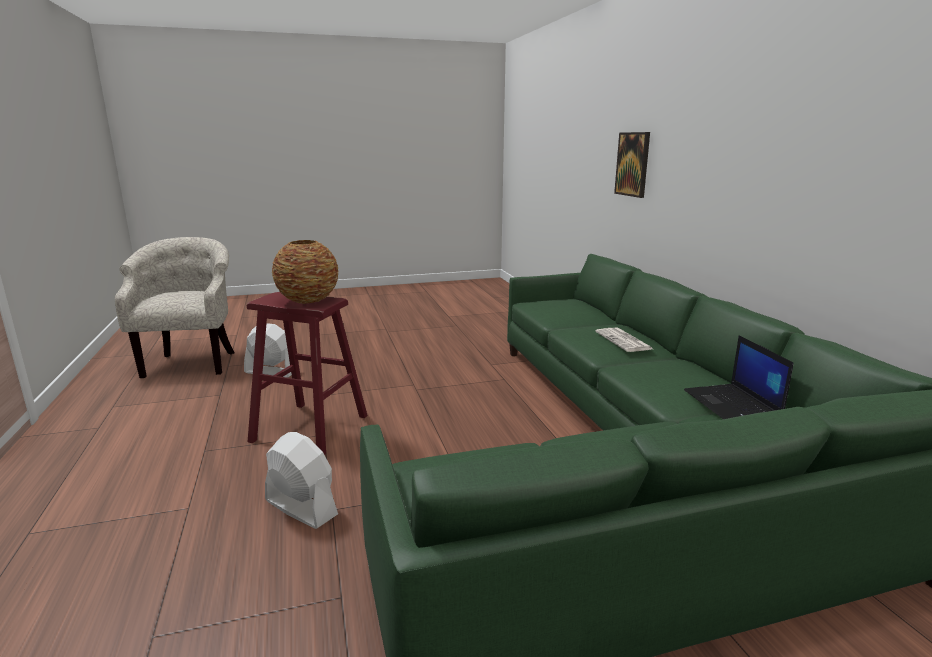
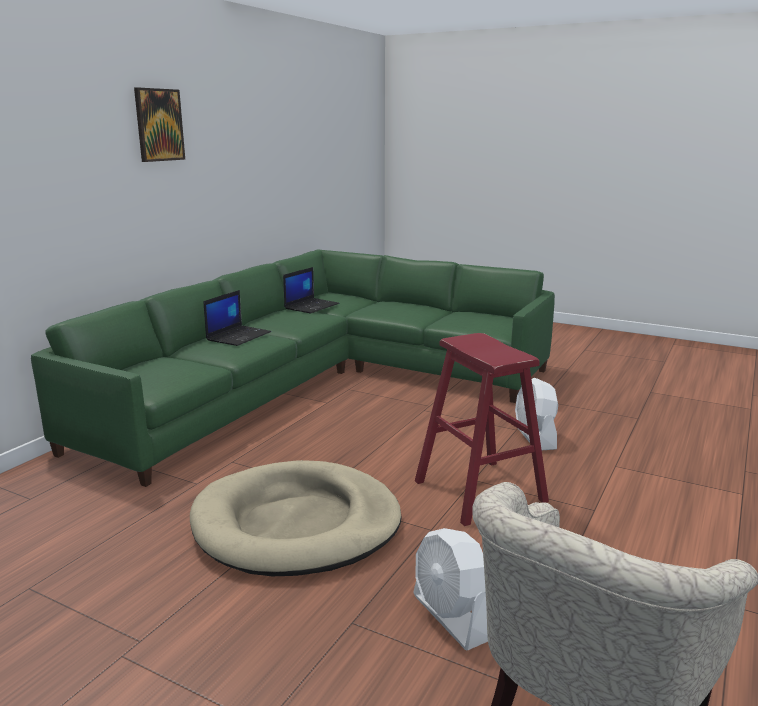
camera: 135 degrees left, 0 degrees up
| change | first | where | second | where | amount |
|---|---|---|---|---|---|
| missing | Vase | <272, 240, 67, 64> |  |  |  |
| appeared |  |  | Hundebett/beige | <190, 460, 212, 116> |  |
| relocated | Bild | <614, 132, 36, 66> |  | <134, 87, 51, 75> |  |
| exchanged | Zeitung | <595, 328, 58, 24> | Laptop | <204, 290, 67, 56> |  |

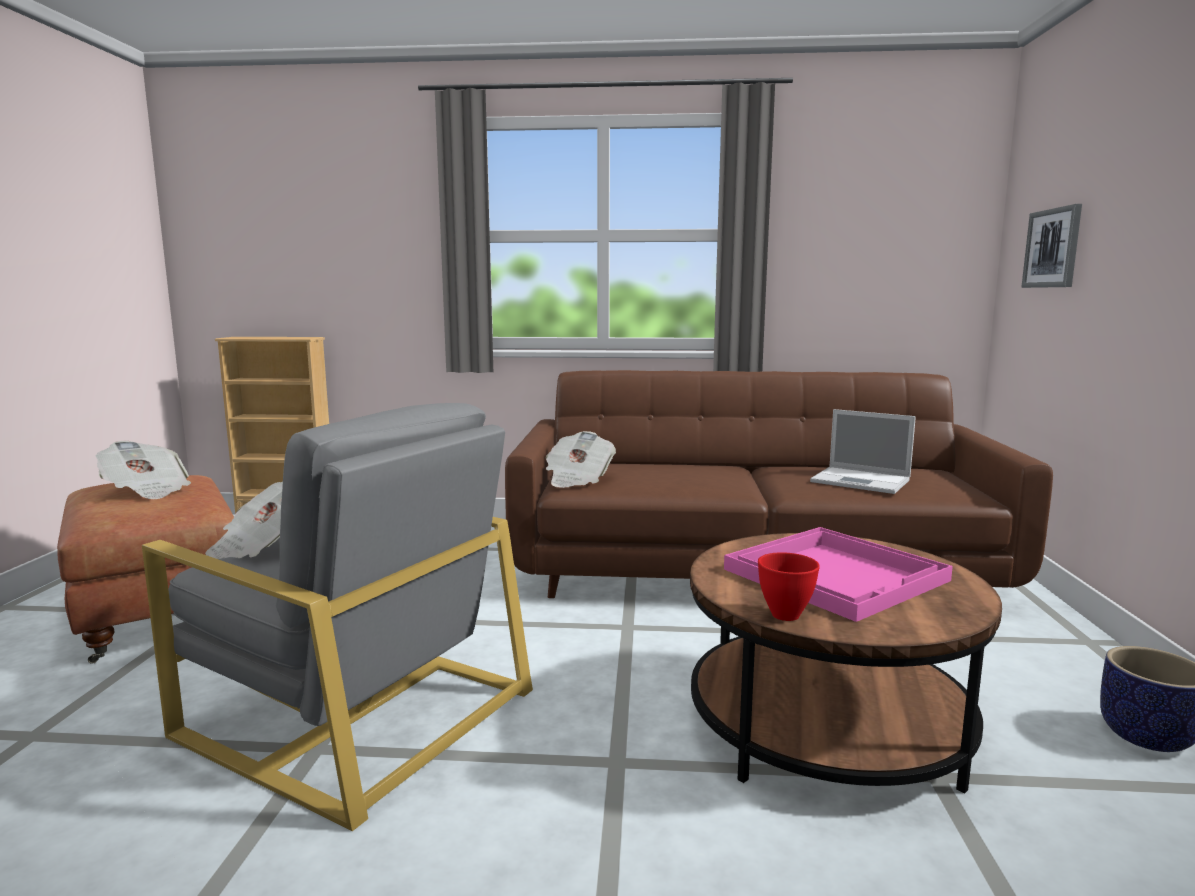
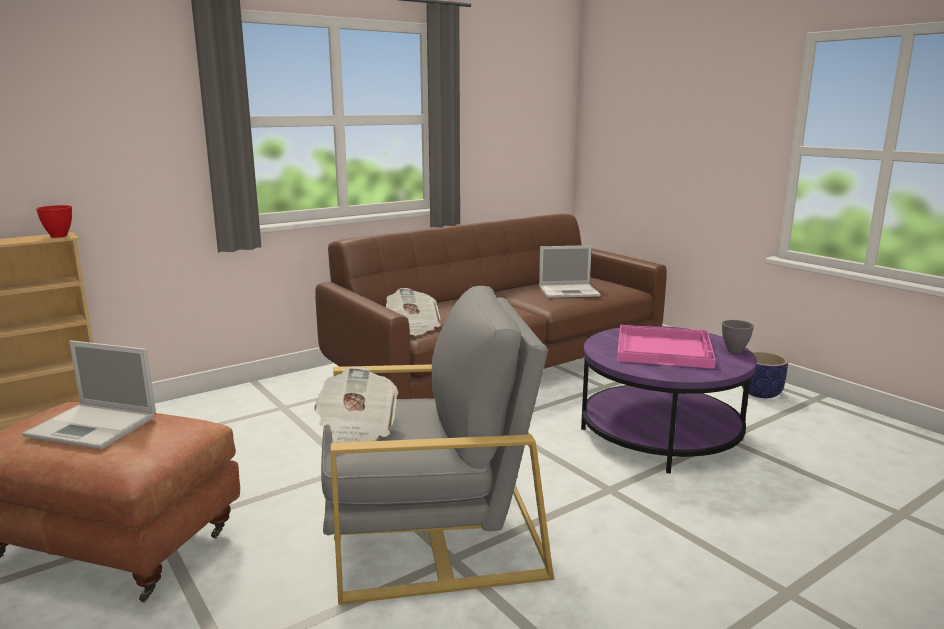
camera: 40 degrees left, 5 degrees up
| change | first | where | second | where | amount |
|---|---|---|---|---|---|
| missing | Bild | <1021, 204, 61, 84> |  |  |  |
| appeared |  |  | Schüssel/grau | <722, 320, 32, 33> |  |
| relocated | Schüssel/rot | <758, 552, 62, 69> |  | <36, 205, 36, 33> |  |
| exchanged | Zeitung | <96, 441, 95, 58> | Laptop | <22, 340, 134, 109> |  |
| colour | Couchtisch/braun | <690, 533, 312, 260> | Couchtisch/lila | <581, 326, 176, 147> |  |

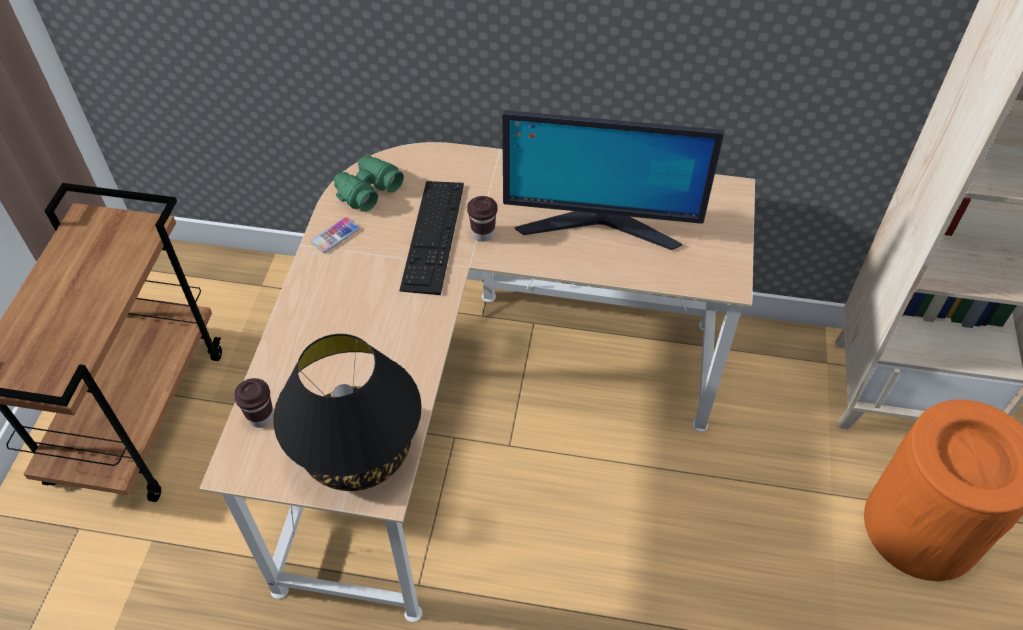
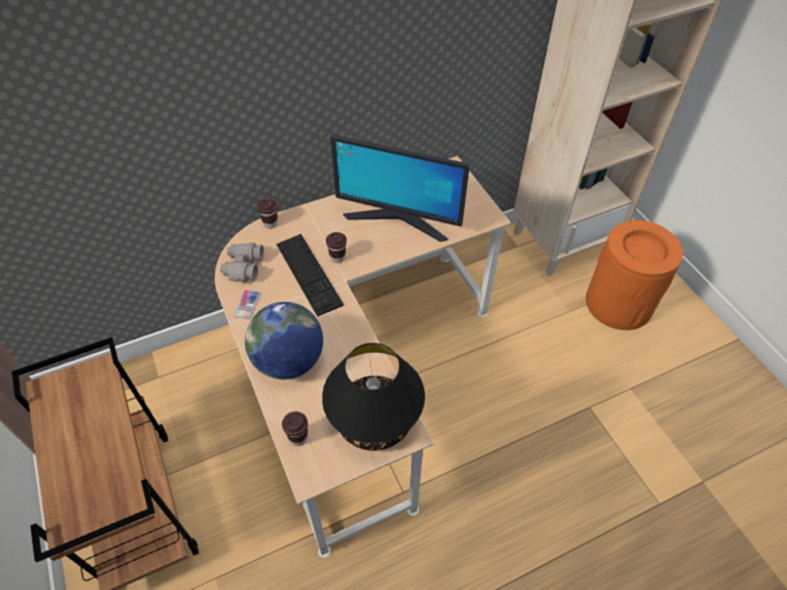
camera: 35 degrees left, 0 degrees up
| change | first | where | second | where | amount |
|---|---|---|---|---|---|
| appeared |  |  | Globus | <245, 302, 78, 77> |  |
| appeared |  |  | Tasse/braun | <257, 198, 21, 31> |  |
| colour | Fernglas/grün | <334, 155, 70, 57> | Fernglas/grau | <220, 243, 44, 40> |  |
| spun | Monitor | <502, 110, 222, 140> |  | <330, 134, 140, 108> | 45 degrees clockwise |

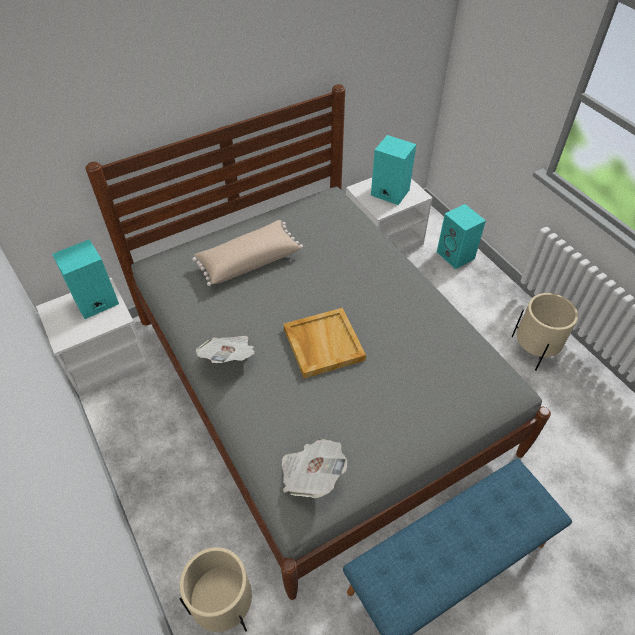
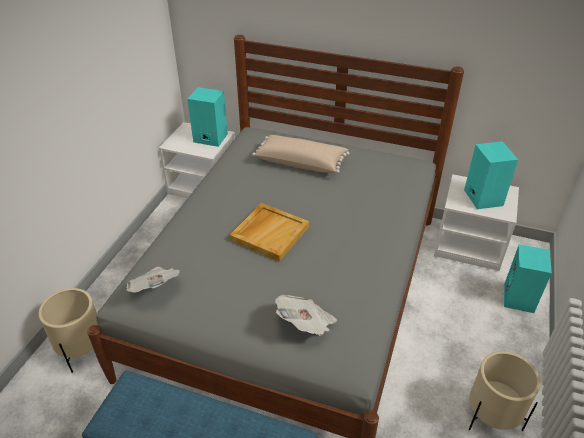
camera: 50 degrees right, 10 degrees down
| change | first | where | second | where | amount |
|---|---|---|---|---|---|
| relocated | Zeitung | <196, 336, 59, 27> |  | <275, 295, 62, 40> |  |

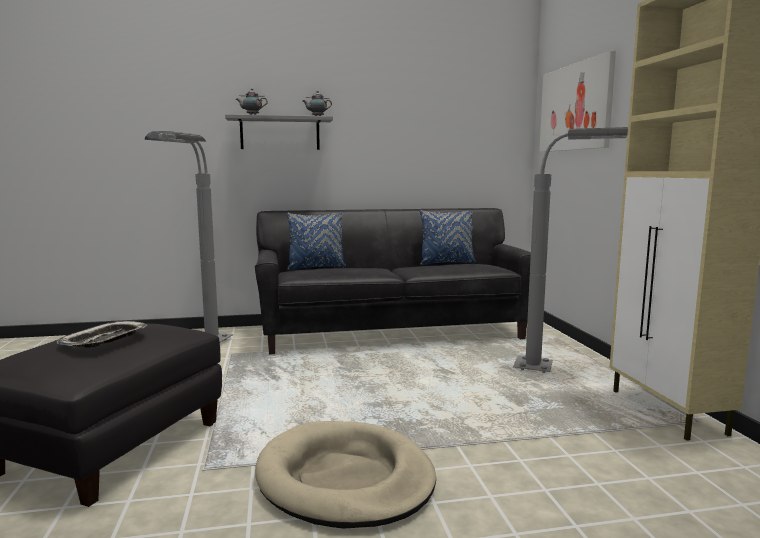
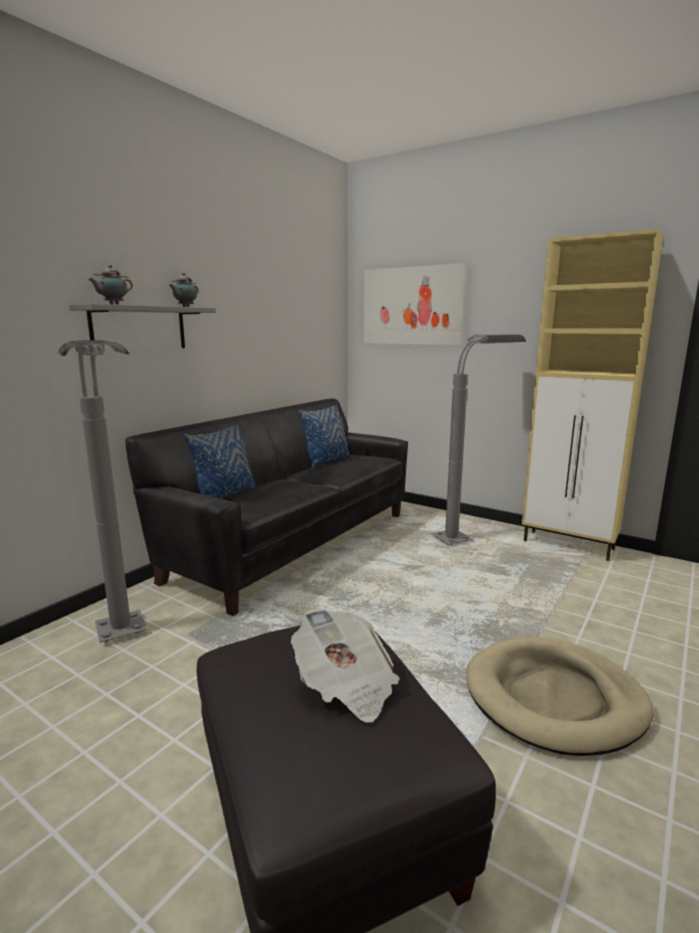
camera: 45 degrees left, 5 degrees up
| change | first | where | second | where | amount |
|---|---|---|---|---|---|
| exchanged | Tablett | <57, 321, 90, 27> | Zeitung | <291, 608, 109, 114> |  |

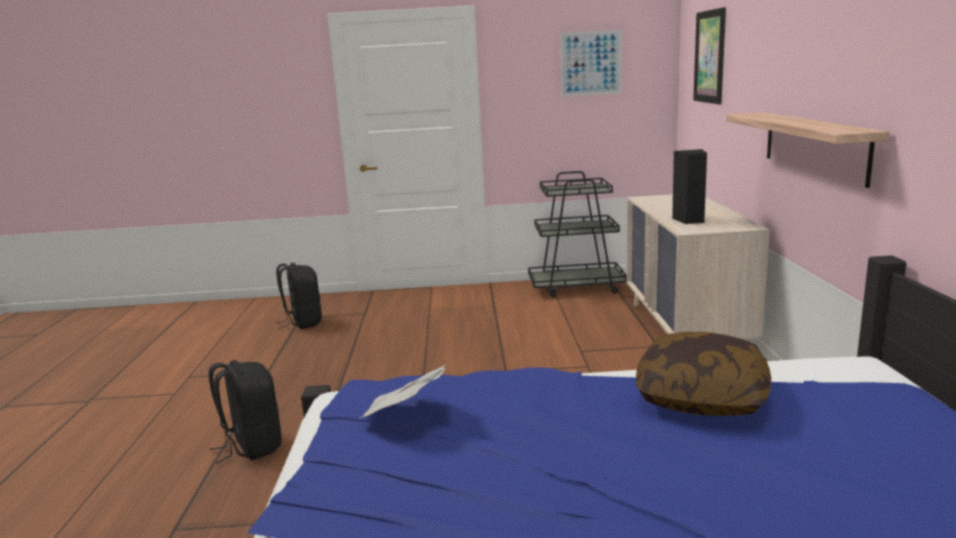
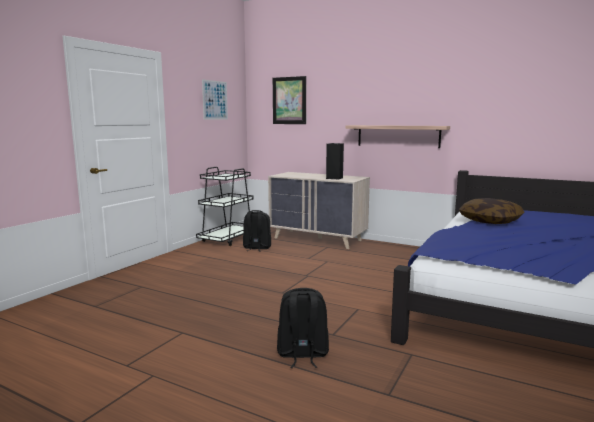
camera: 60 degrees left, 5 degrees down
| change | first | where | second | where | amount |
|---|---|---|---|---|---|
| missing | Zeitung | <359, 364, 88, 55> |  |  |  |
| relocated | Rucksack/schwarz | <276, 263, 46, 66> |  | <243, 210, 28, 42> |  |

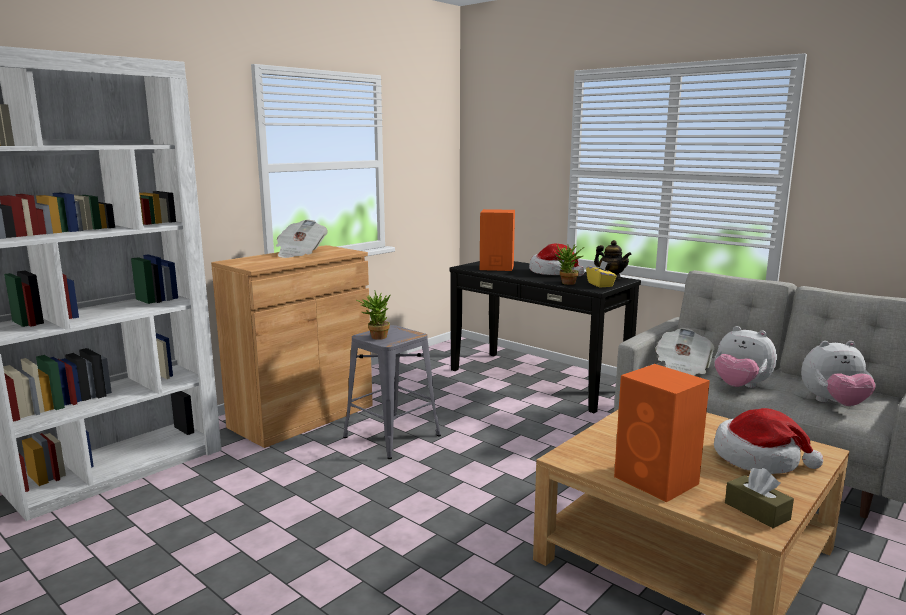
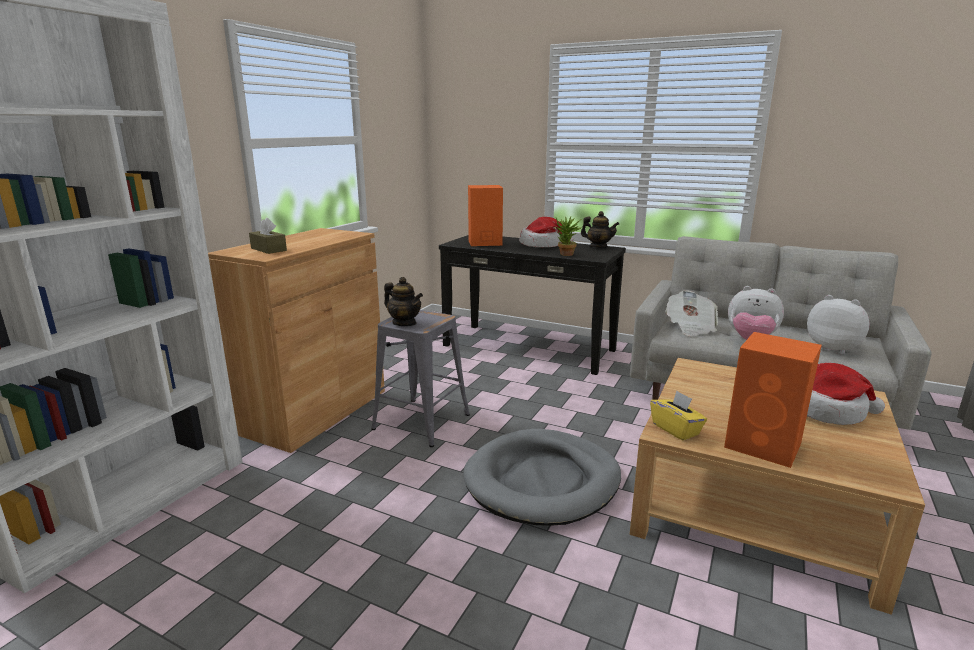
camera: 15 degrees left, 5 degrees up
| change | first | where | second | where | amount |
|---|---|---|---|---|---|
| missing | Zeitung | <276, 220, 52, 38> |  |  |  |
| appeared |  |  | Hundebett/grau | <463, 429, 158, 97> |  |
| relocated | Taschentuchbox/gelb | <586, 260, 31, 27> |  | <650, 391, 57, 49> |  |
| relocated | Taschentuchbox/braun | <725, 468, 69, 60> |  | <249, 218, 38, 36> |  |
| exchanged | Topfpflanze | <357, 292, 33, 48> | Teekanne | <384, 277, 39, 49> |  |
| spun | Plüschtier | <801, 341, 75, 65> |  | <807, 295, 63, 59> | 120 degrees counterclockwise |

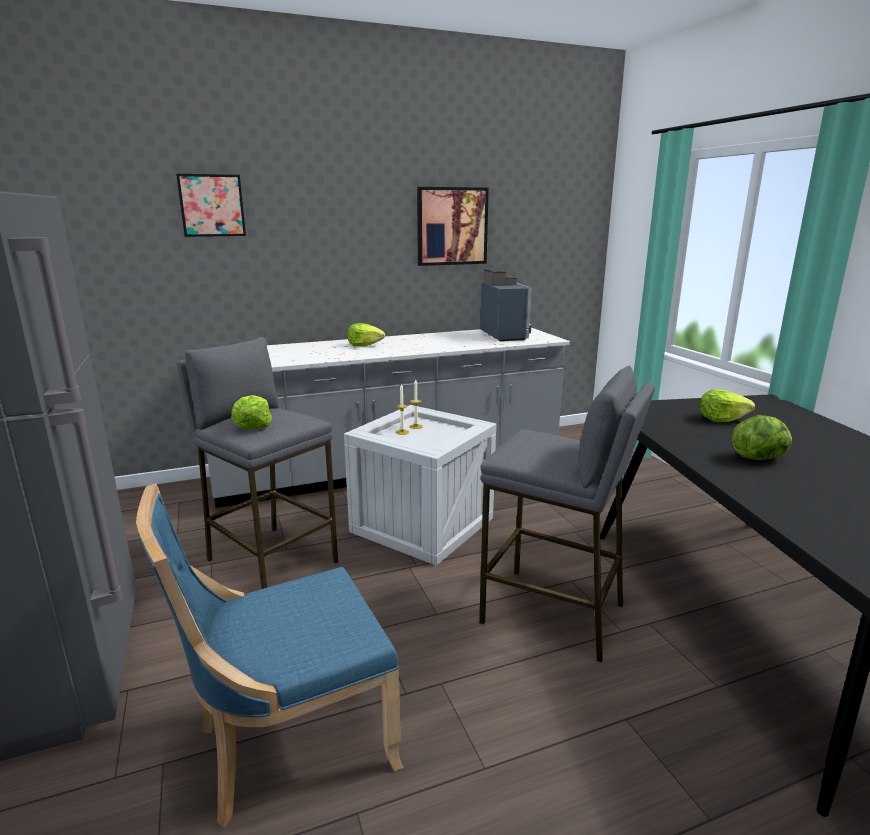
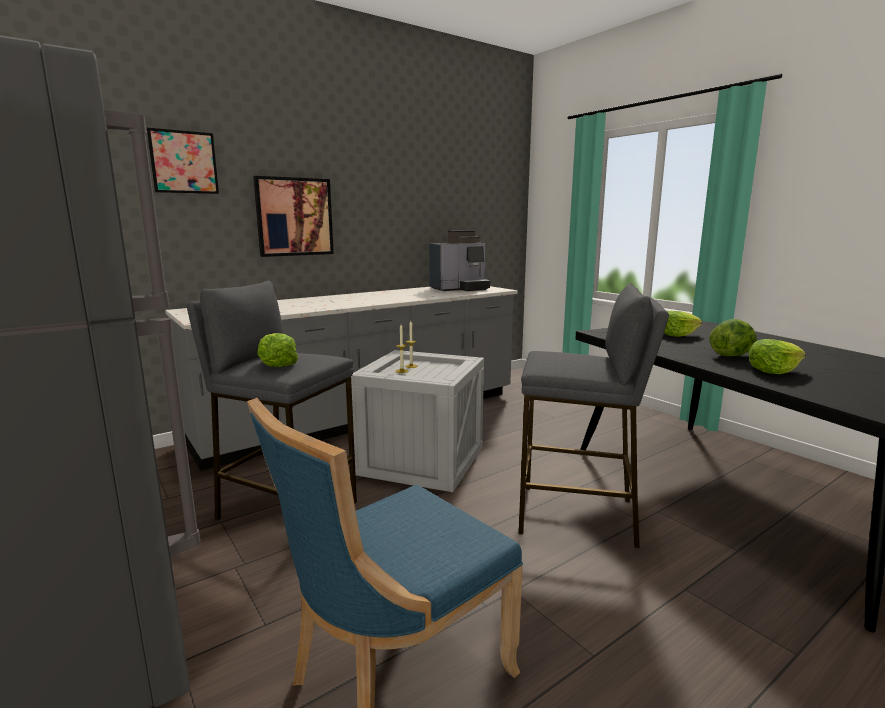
camera: 15 degrees left, 5 degrees down
| change | first | where | second | where | amount |
|---|---|---|---|---|---|
| relocated | Salatkopf | <347, 323, 38, 24> |  | <748, 339, 58, 35> |  |
| relocated | Bild | <417, 187, 72, 79> |  | <253, 176, 81, 81> |  |
| spun | Kaffeemaschine | <480, 268, 51, 73> |  | <429, 230, 61, 61> | 90 degrees clockwise |

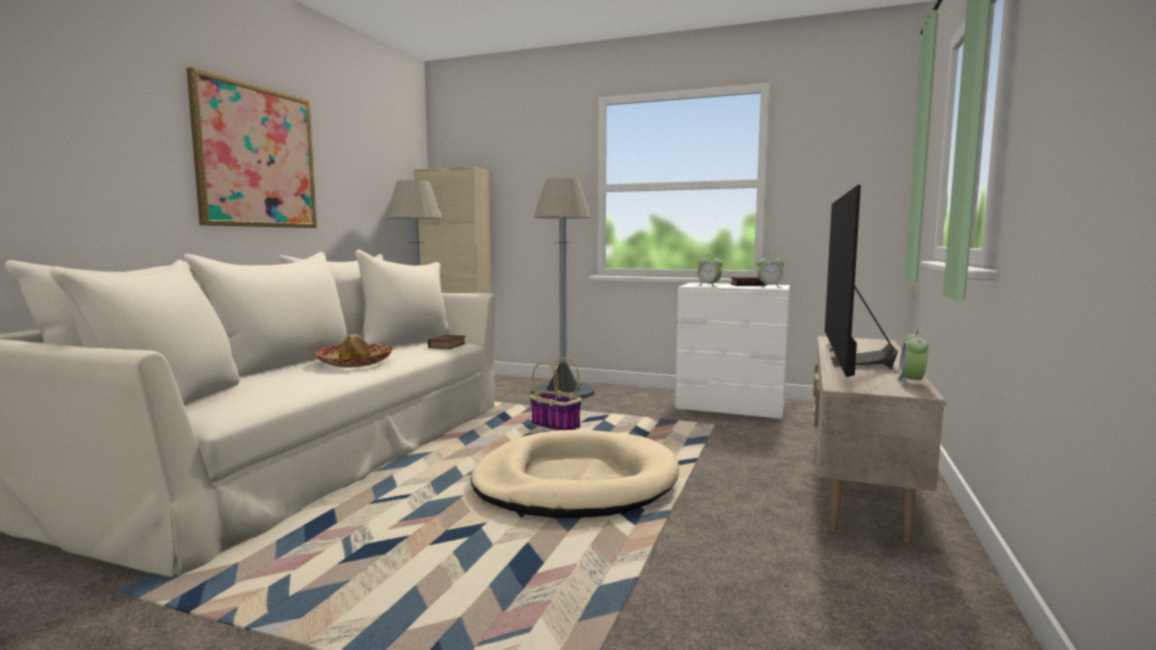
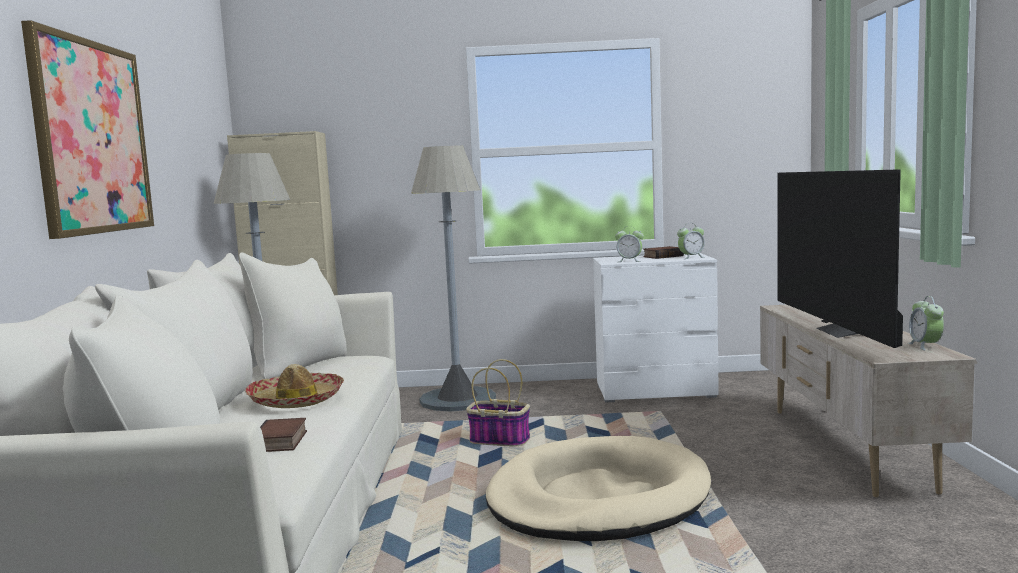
camera: 20 degrees left, 0 degrees up
| change | first | where | second | where | amount |
|---|---|---|---|---|---|
| relocated | Buch | <428, 335, 38, 14> |  | <260, 418, 47, 34> |  |

